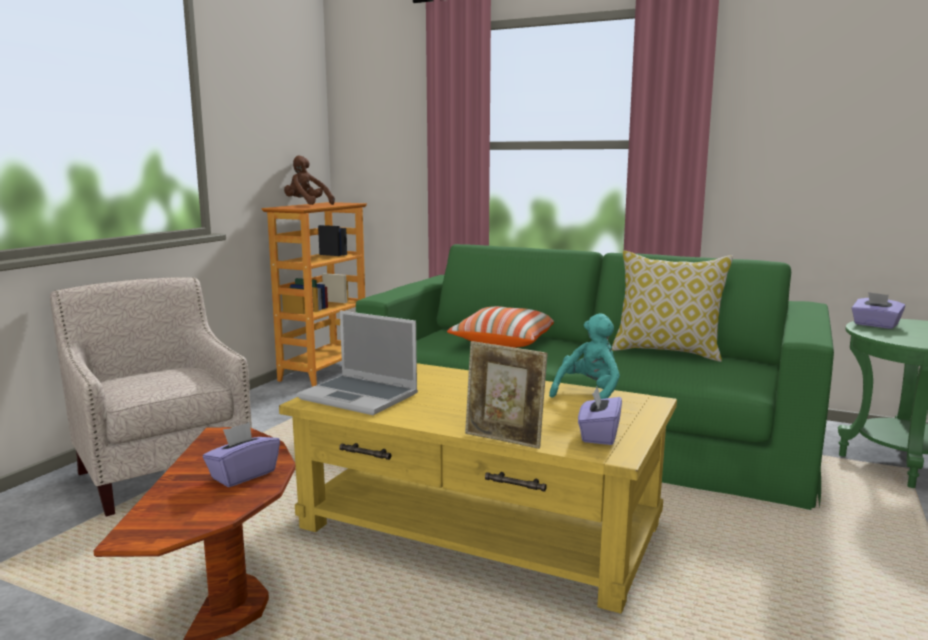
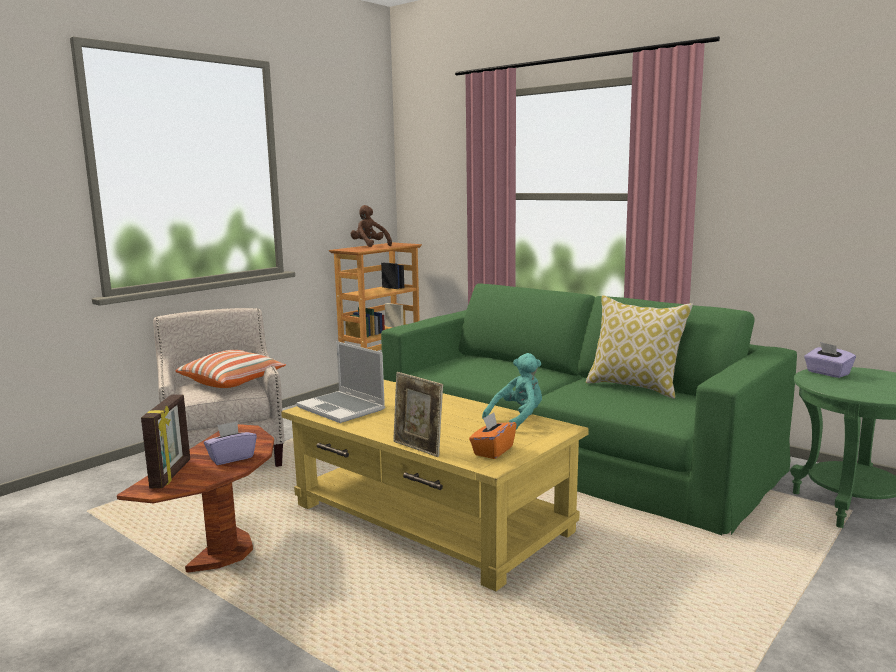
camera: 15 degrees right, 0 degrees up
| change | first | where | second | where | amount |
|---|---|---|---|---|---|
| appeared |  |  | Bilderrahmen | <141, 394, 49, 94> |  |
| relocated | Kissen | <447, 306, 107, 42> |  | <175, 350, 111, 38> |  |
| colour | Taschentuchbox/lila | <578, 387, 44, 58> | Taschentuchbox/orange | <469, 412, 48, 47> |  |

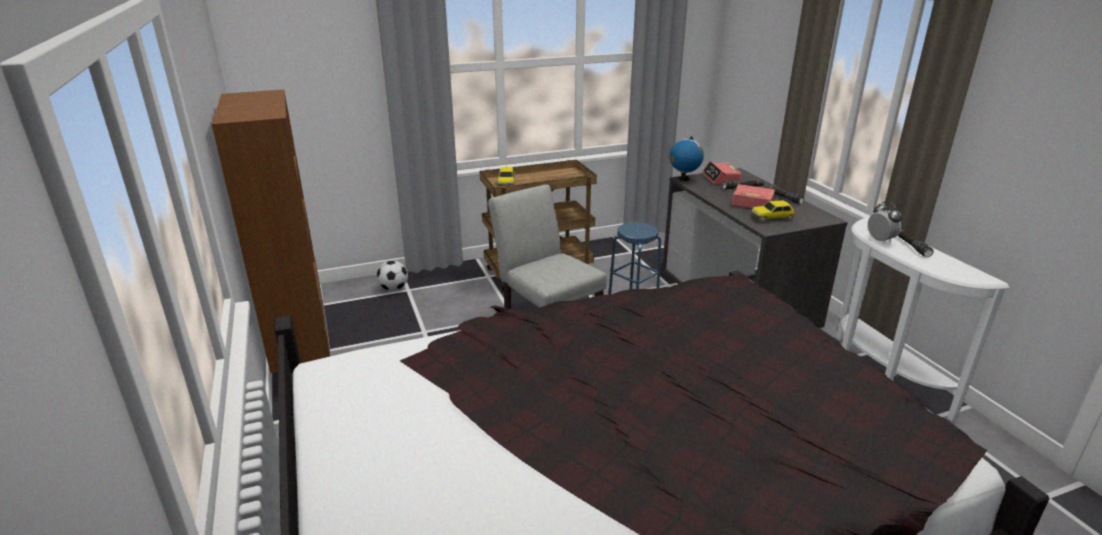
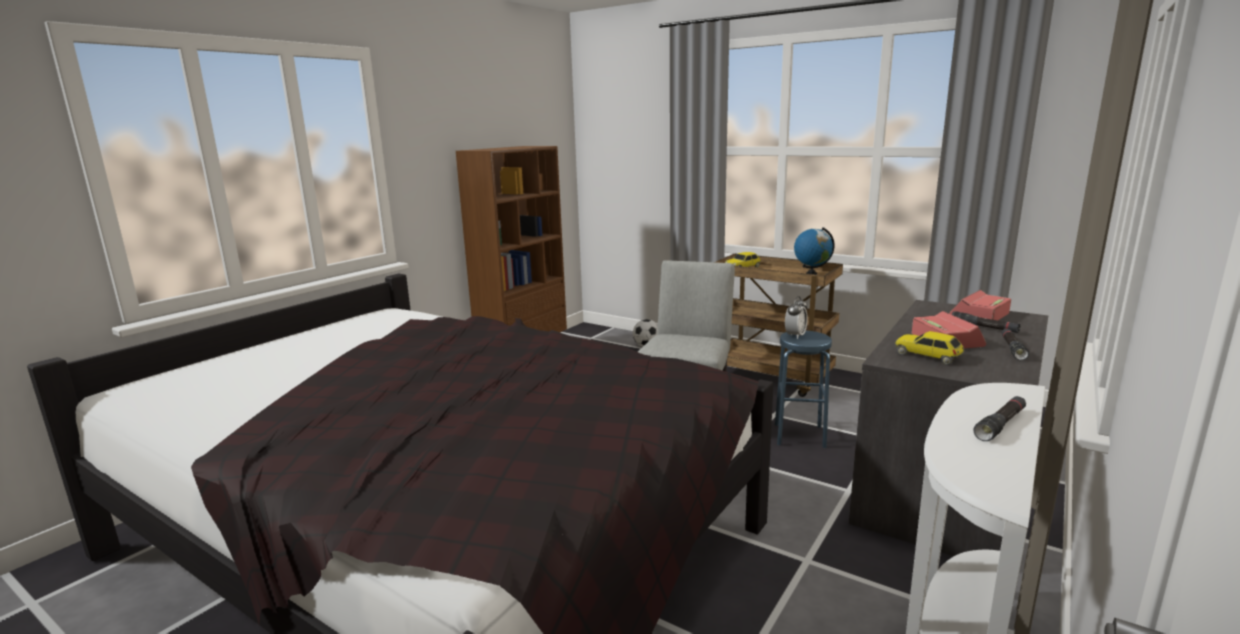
camera: 55 degrees right, 10 degrees down
| change | first | where | second | where | amount |
|---|---|---|---|---|---|
| relocated | Globus | <670, 136, 34, 45> |  | <794, 227, 41, 48> |  |
| relocated | Wecker | <868, 201, 34, 42> |  | <785, 296, 23, 43> |  |

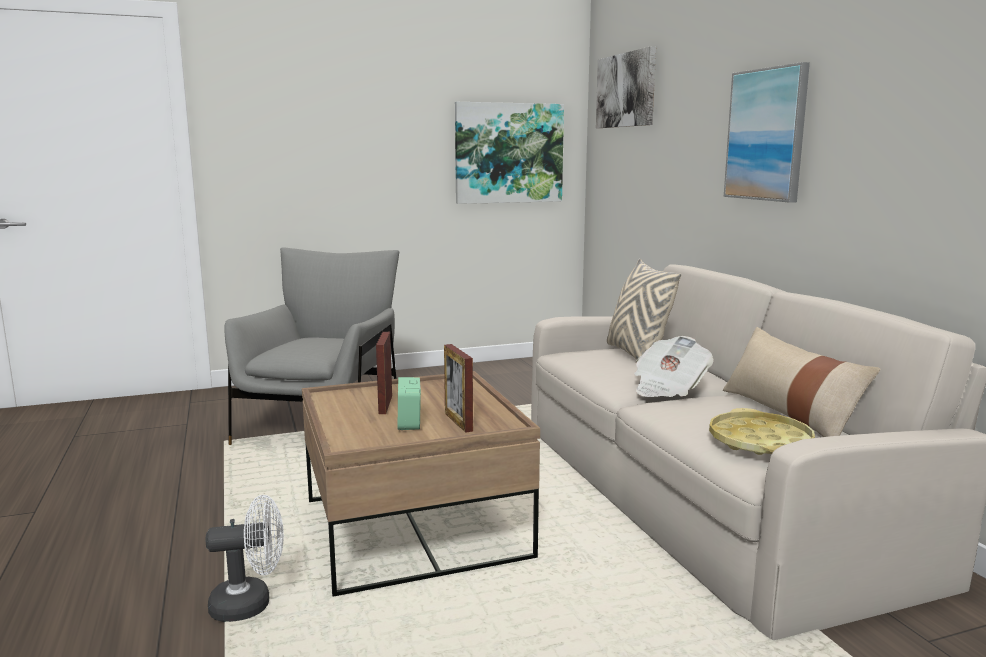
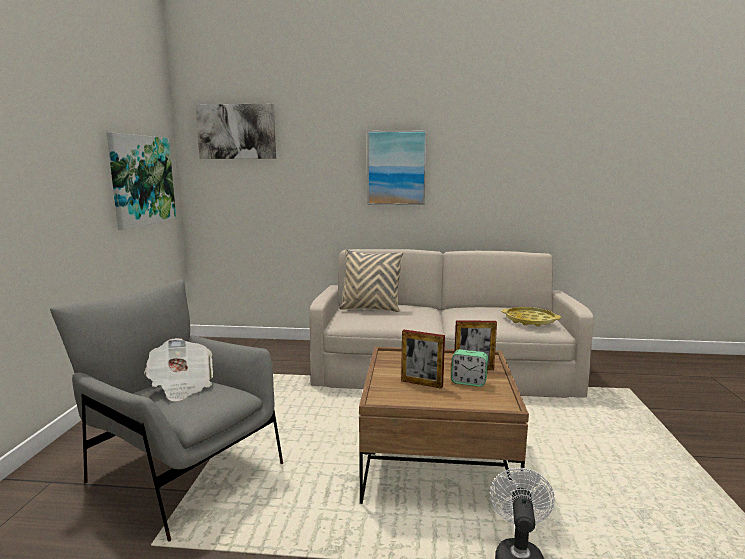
camera: 65 degrees left, 0 degrees up
| change | first | where | second | where | amount |
|---|---|---|---|---|---|
| missing | Kissen/beige | <723, 327, 158, 110> |  |  |  |
| relocated | Zeitung | <634, 336, 80, 61> |  | <144, 338, 69, 63> |  |

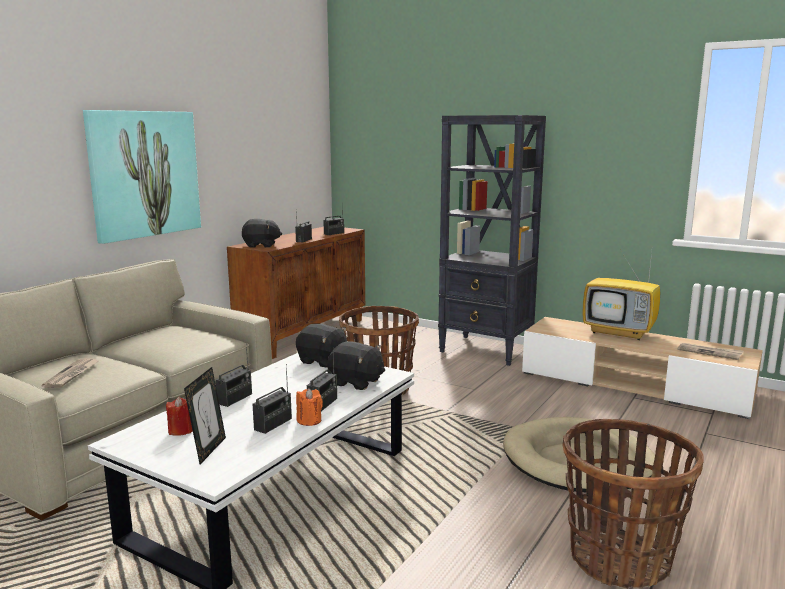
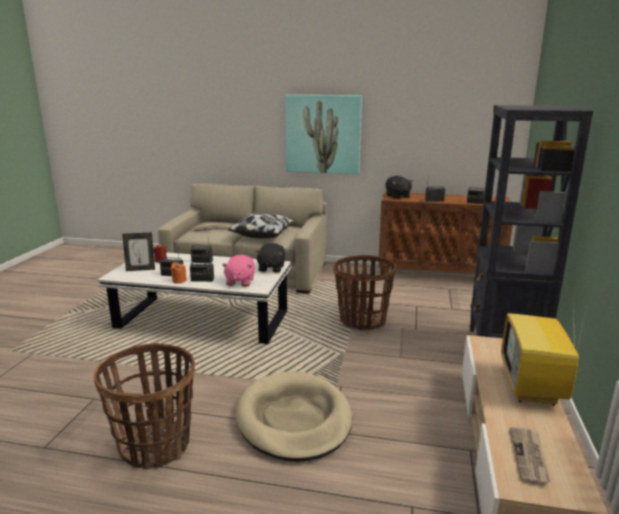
camera: 70 degrees right, 5 degrees up
| change | first | where | second | where | amount |
|---|---|---|---|---|---|
| appeared |  |  | Kissen | <228, 213, 66, 25> |  |
| colour | Plüschtier/schwarz | <327, 342, 58, 48> | Plüschtier/rosa | <222, 255, 33, 32> |  |

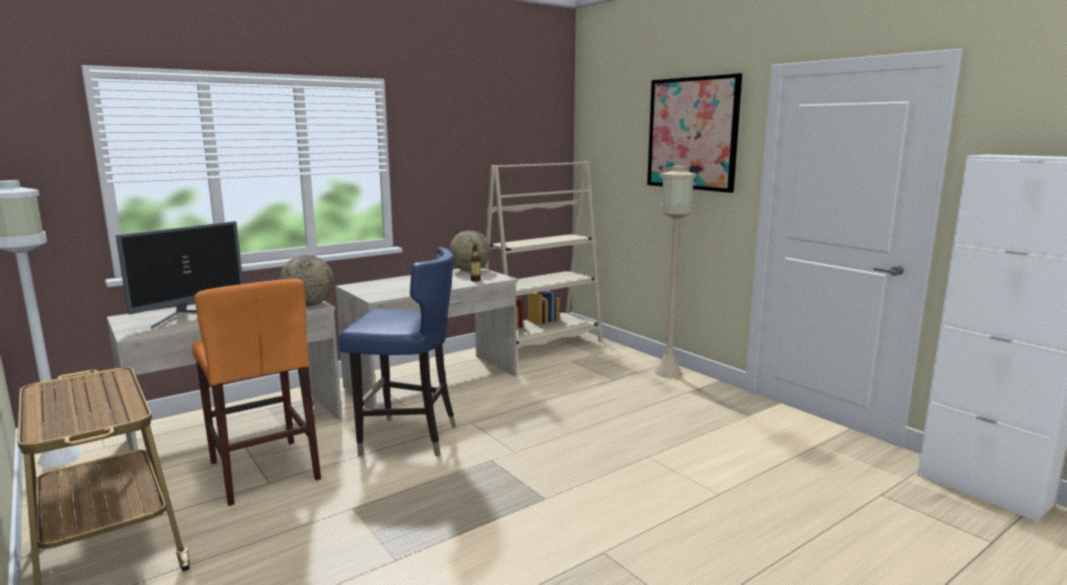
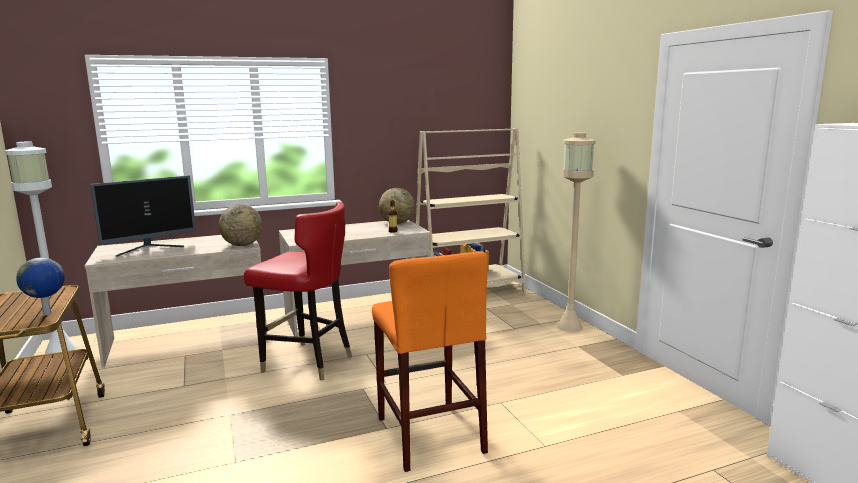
camera: 15 degrees right, 0 degrees up
| change | first | where | second | where | amount |
|---|---|---|---|---|---|
| missing | Bild | <647, 73, 95, 120> |  |  |  |
| appeared |  |  | Globus | <16, 258, 49, 57> |  |
| relocated | Hocker/orange | <192, 279, 129, 227> |  | <372, 251, 116, 221> |  |
| colour | Stuhl/blau | <338, 247, 118, 210> | Stuhl/rot | <244, 202, 108, 178> |  |

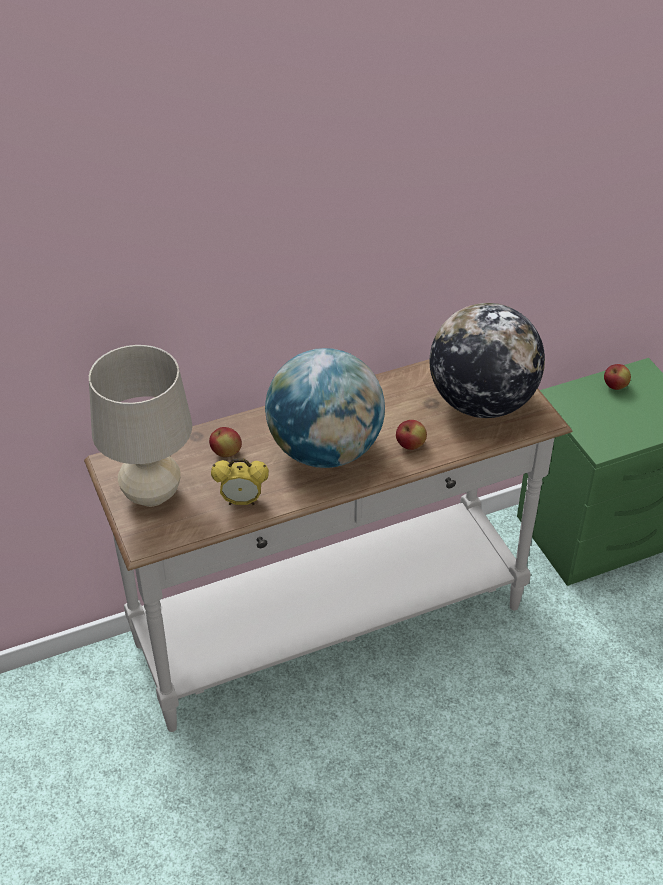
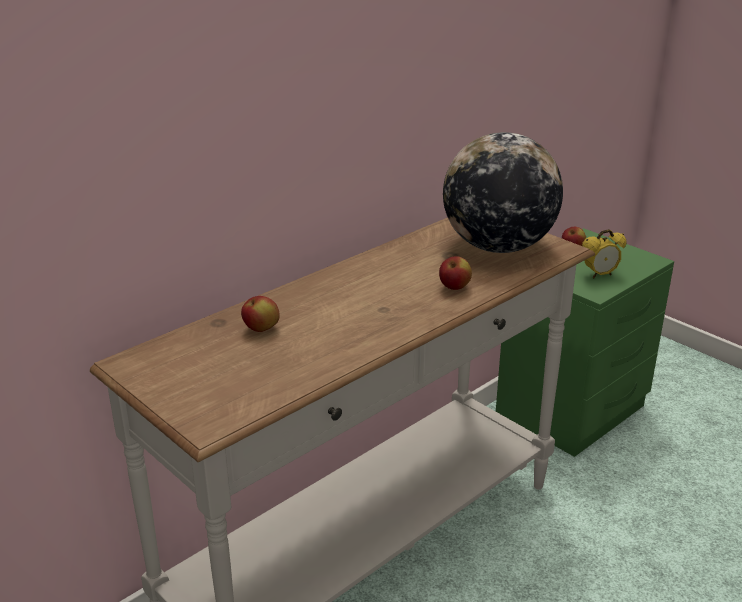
camera: 20 degrees left, 15 degrees down
| change | first | where | second | where | amount |
|---|---|---|---|---|---|
| missing | Tischlampe/beige | <89, 345, 103, 162> |  |  |  |
| missing | Globus | <265, 348, 120, 120> |  |  |  |
| relocated | Wecker | <211, 458, 58, 47> |  | <582, 229, 44, 49> |  |

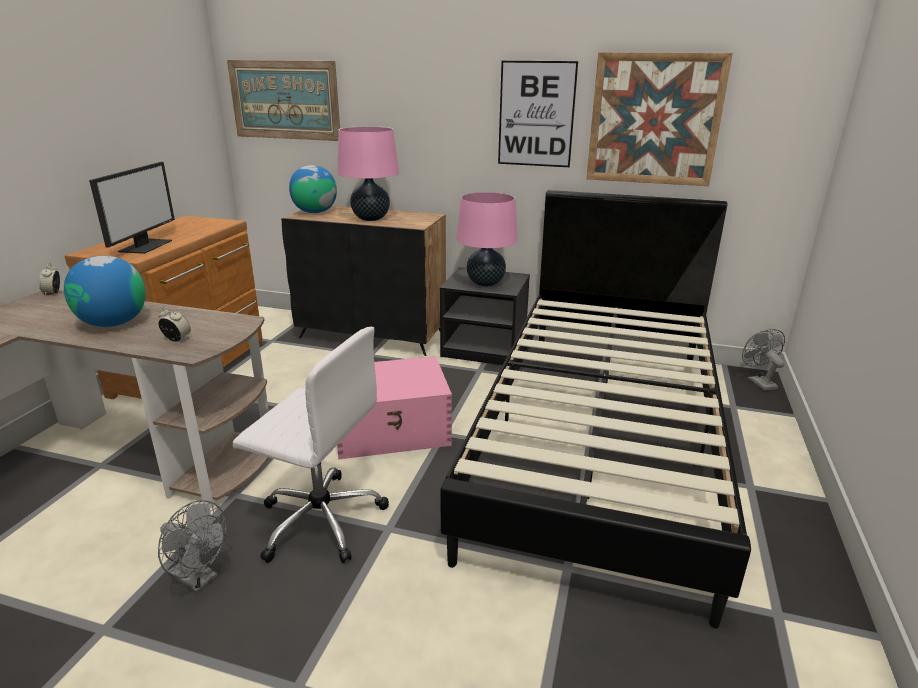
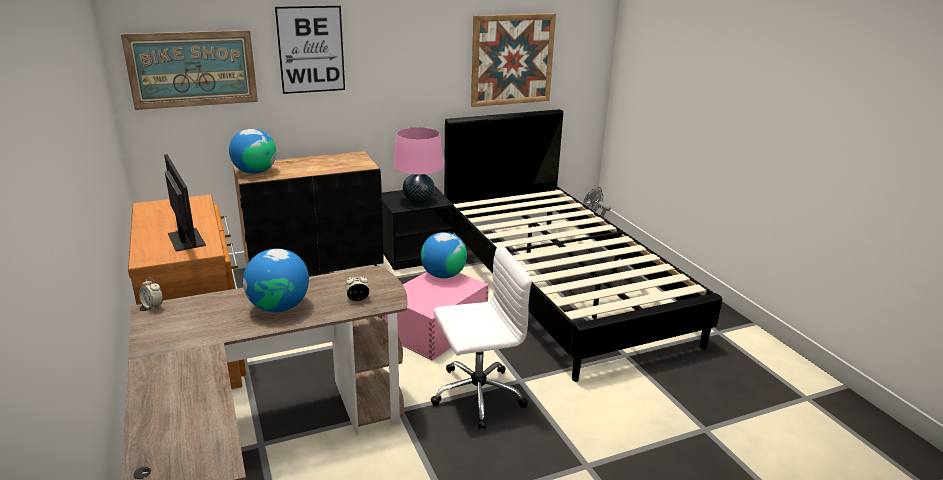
camera: 40 degrees left, 0 degrees up
| change | first | where | second | where | amount |
|---|---|---|---|---|---|
| missing | Ventilator/grau | <158, 500, 69, 92> |  |  |  |
| missing | Tischlampe/rosa | <337, 126, 62, 95> |  |  |  |
| appeared |  |  | Globus | <421, 232, 46, 46> |  |
| relocated | Bild | <498, 61, 80, 106> |  | <275, 6, 70, 88> |  |

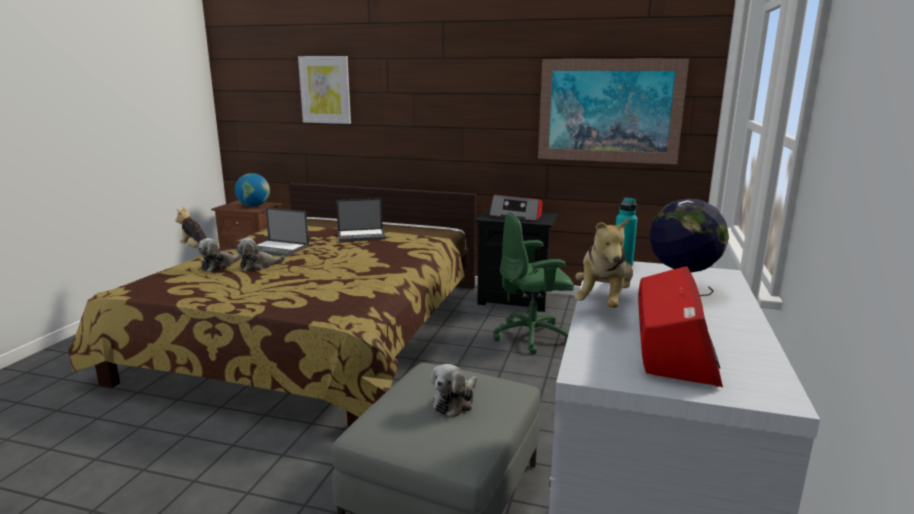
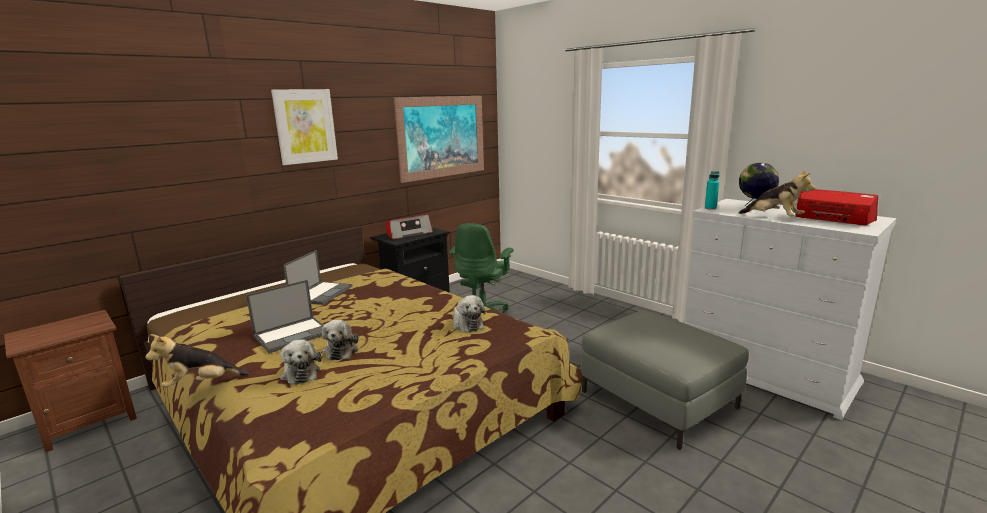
camera: 60 degrees left, 0 degrees up
| change | first | where | second | where | amount |
|---|---|---|---|---|---|
| missing | Globus | <235, 173, 35, 34> |  |  |  |
| relocated | Bild | <298, 56, 53, 68> |  | <271, 89, 67, 76> |  |
| relocated | Plüschtier | <431, 364, 46, 53> |  | <453, 295, 33, 37> |  |

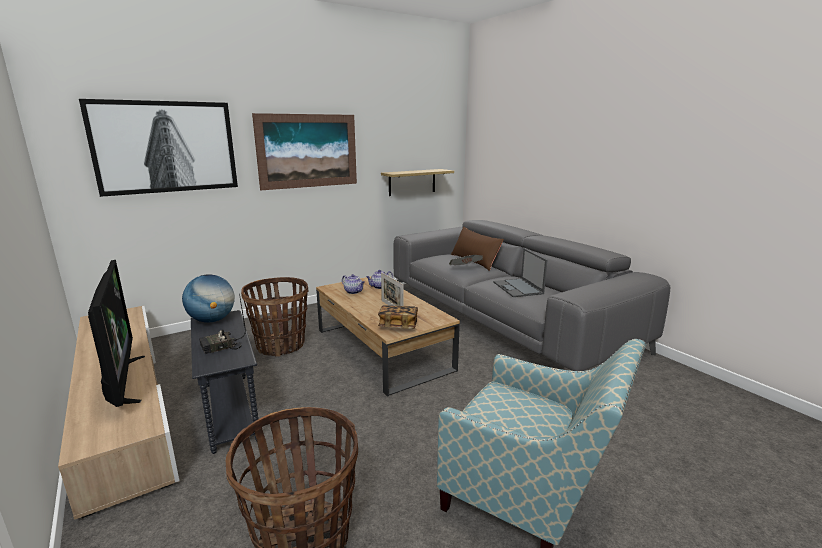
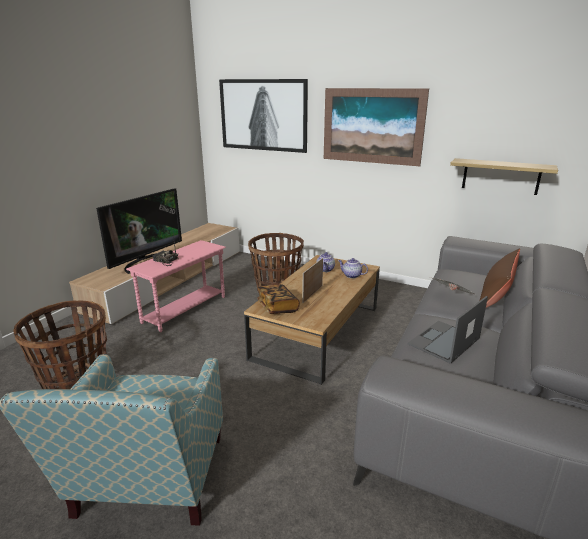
camera: 60 degrees right, 5 degrees up
| change | first | where | second | where | amount |
|---|---|---|---|---|---|
| missing | Globus | <182, 274, 53, 49> |  |  |  |
| colour | Beistelltisch/grau | <191, 310, 68, 144> | Beistelltisch/rosa | <126, 240, 100, 92> |  |

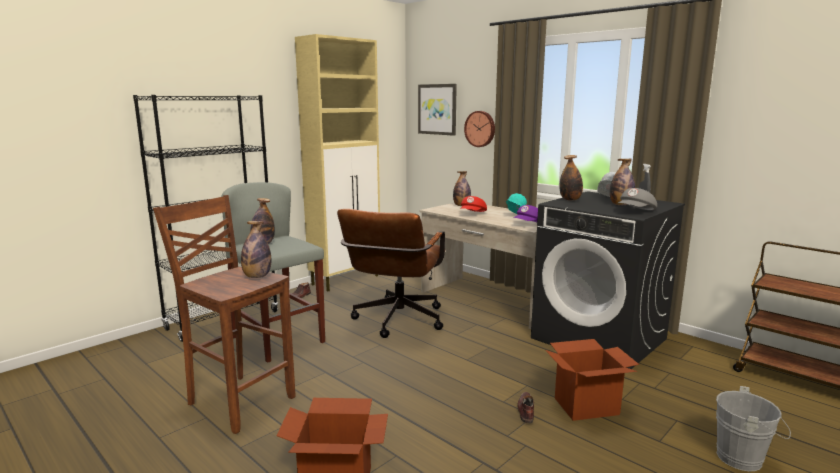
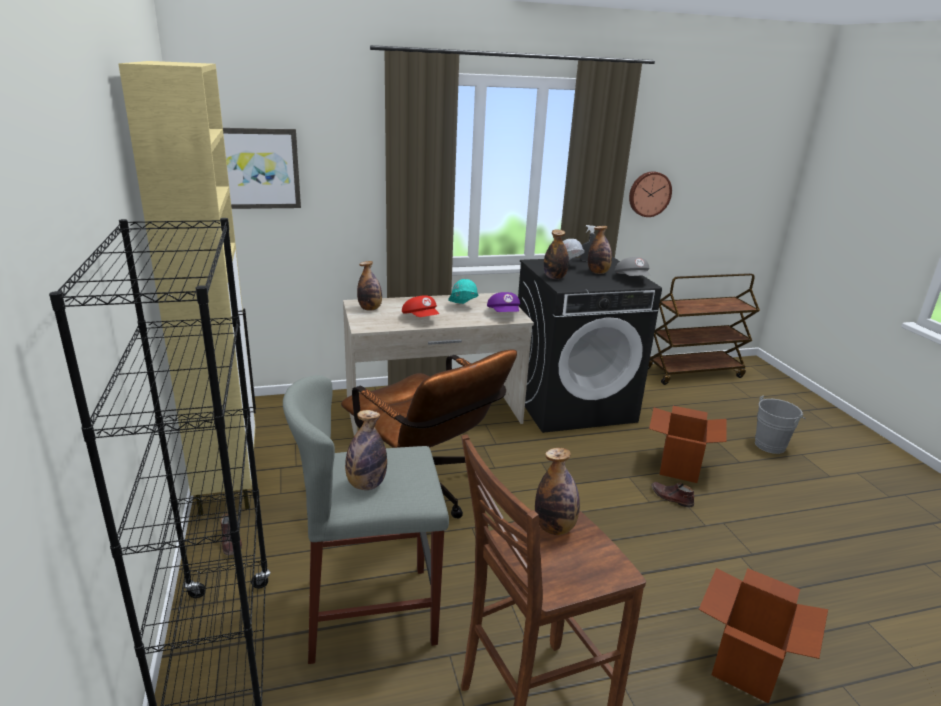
camera: 60 degrees left, 10 degrees up
| change | first | where | second | where | amount |
|---|---|---|---|---|---|
| relocated | Wanduhr | <464, 111, 31, 36> |  | <629, 171, 43, 46> |  |

